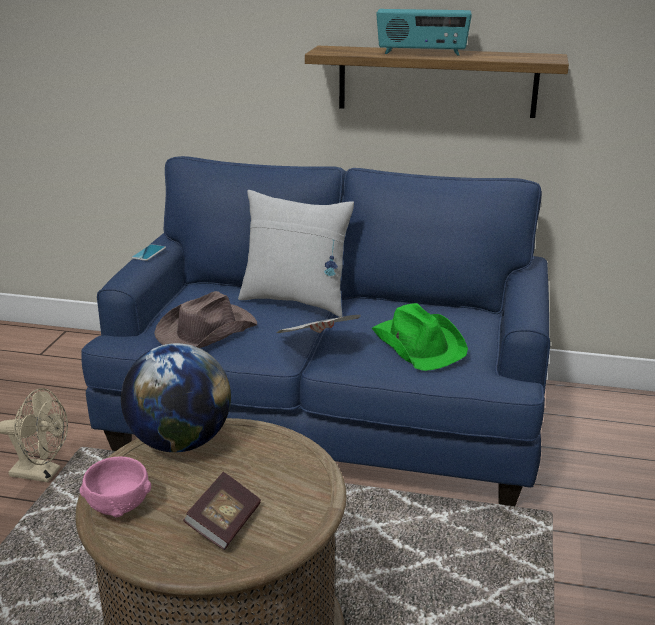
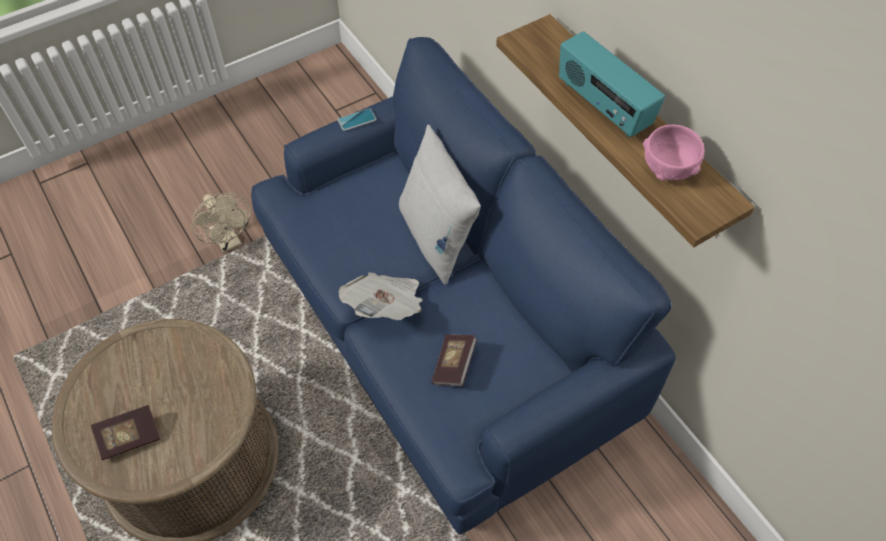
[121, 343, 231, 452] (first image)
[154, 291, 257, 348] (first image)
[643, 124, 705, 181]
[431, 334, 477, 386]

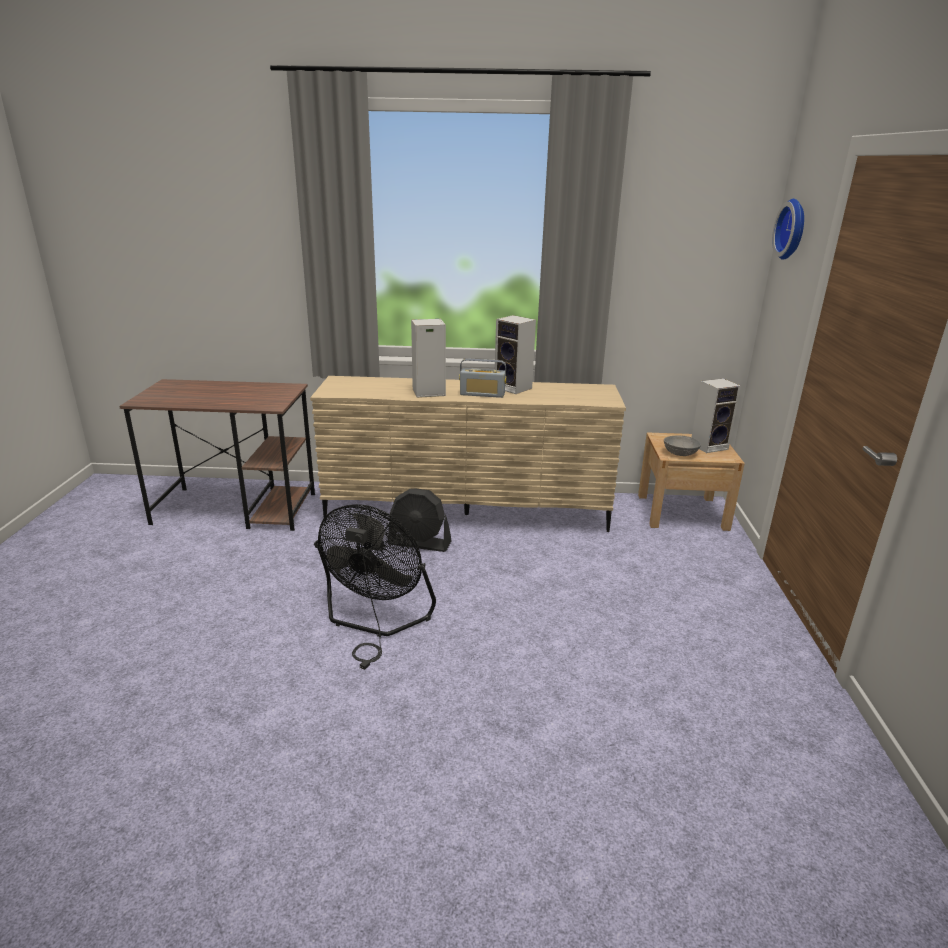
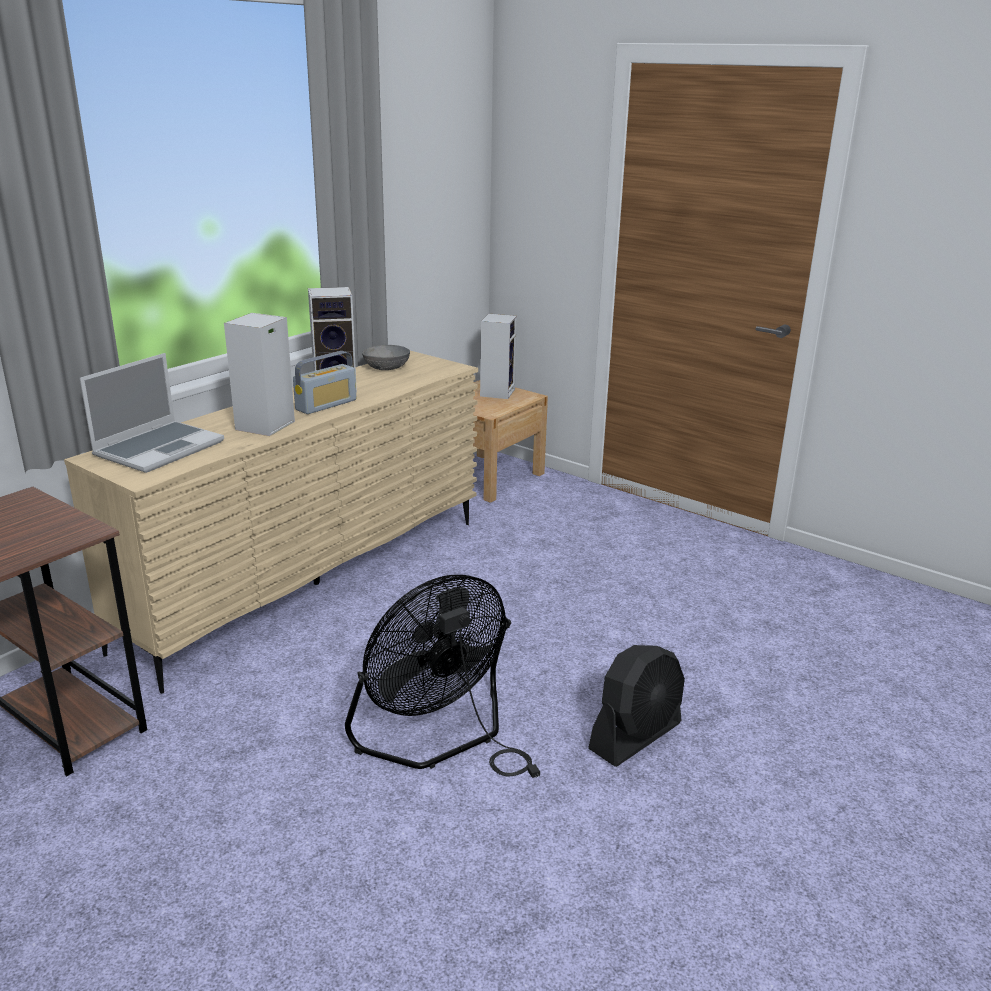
[772, 199, 804, 260] (first image)
[80, 353, 224, 473]
[588, 645, 685, 767]
[362, 345, 410, 370]

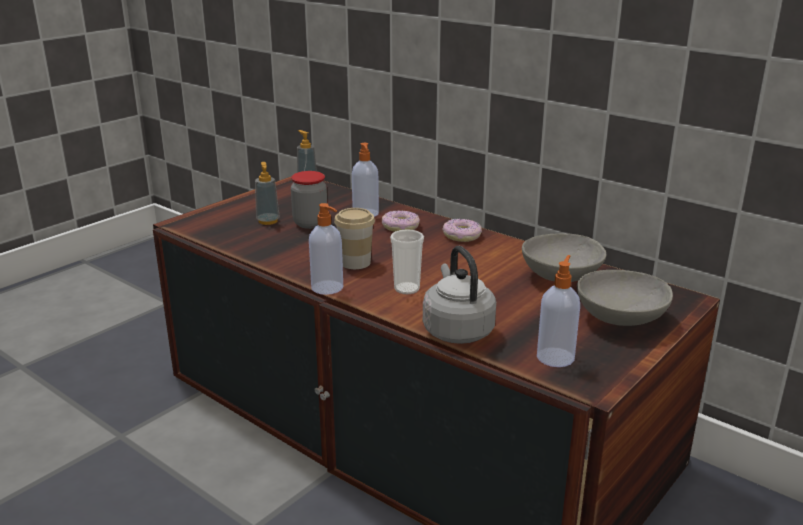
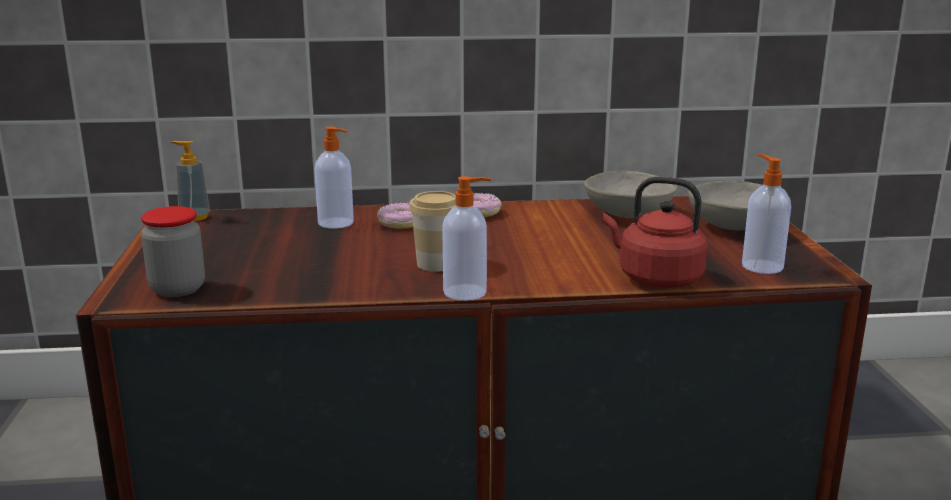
[255, 162, 280, 225] (first image)
[390, 229, 424, 294] (first image)
[141, 206, 205, 297]
[603, 177, 708, 288]

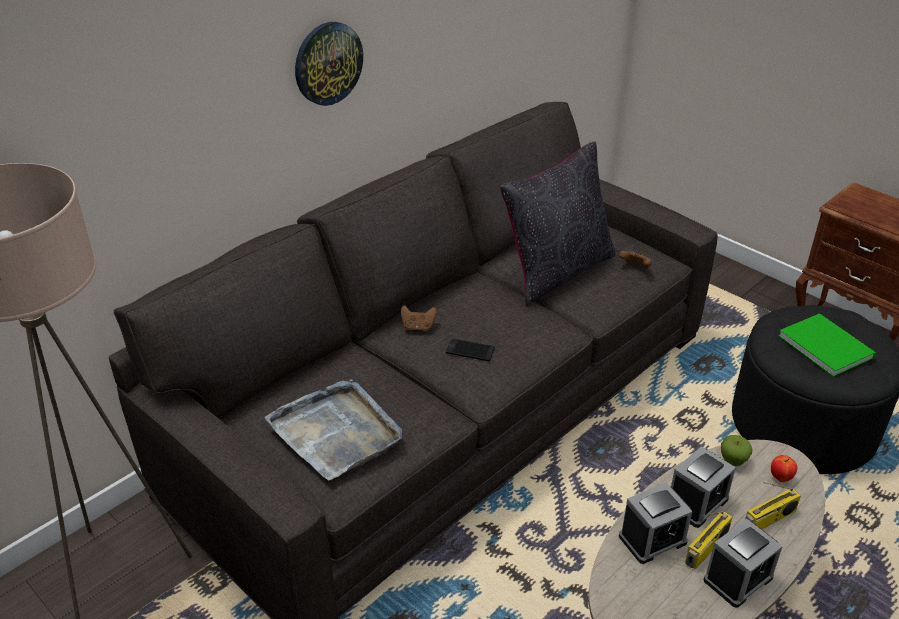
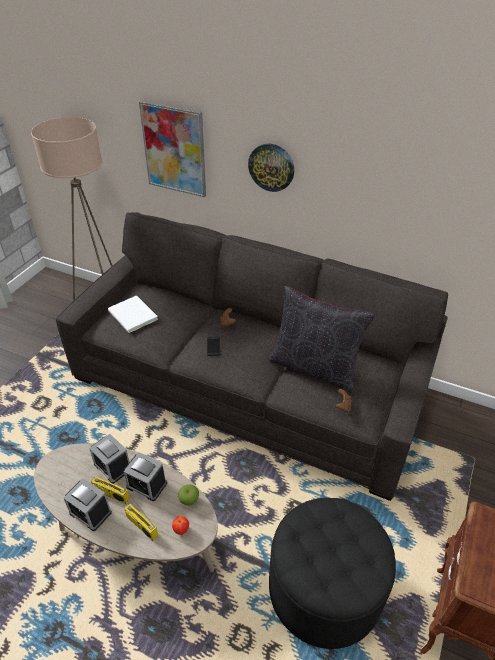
[778, 314, 876, 377] (first image)
[139, 101, 206, 197]
[108, 295, 158, 333]

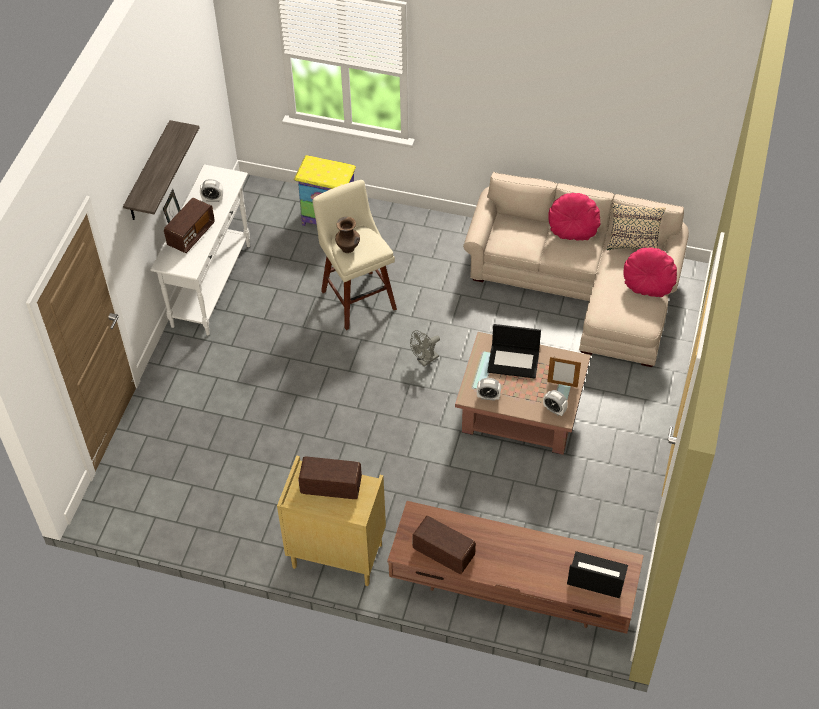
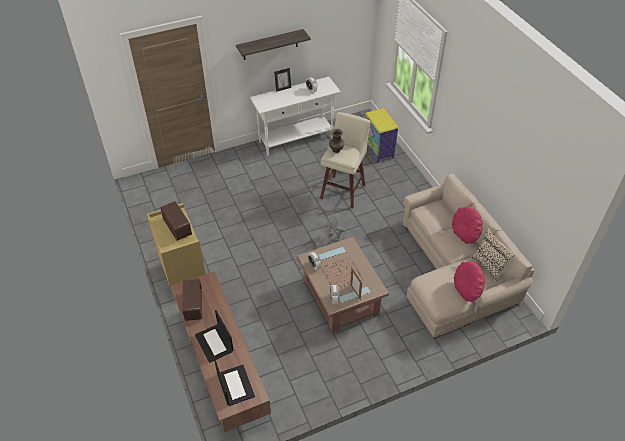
[164, 198, 215, 253] (first image)
[195, 310, 233, 363]

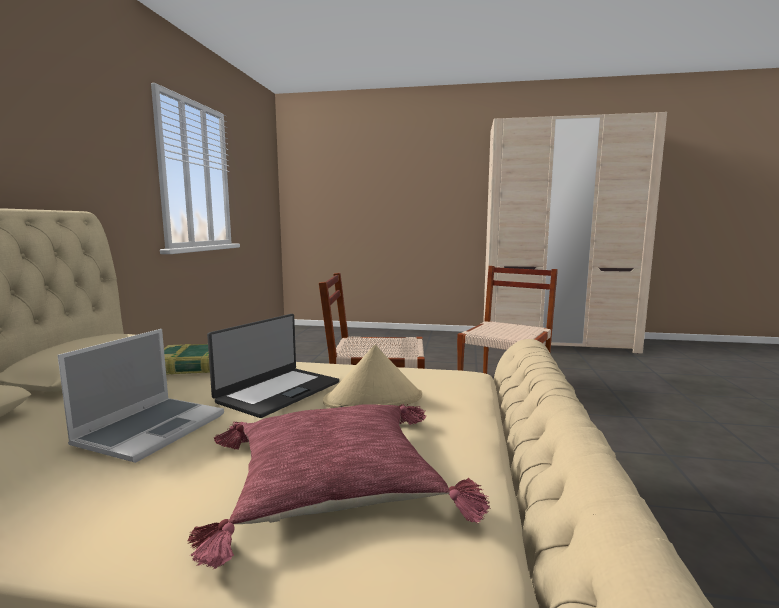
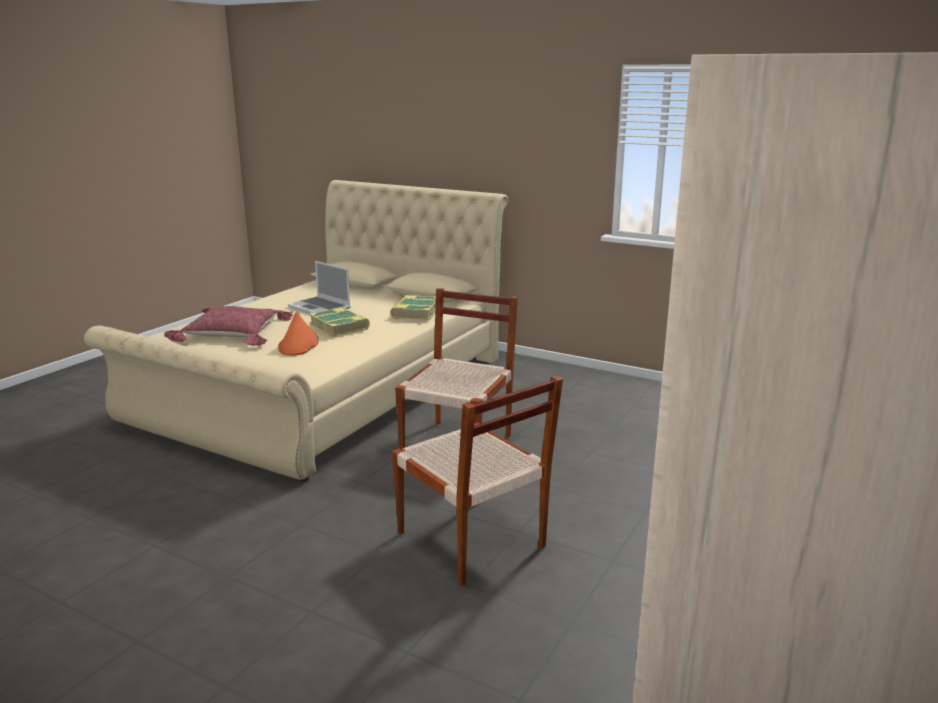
[309, 307, 370, 337]
[278, 311, 319, 356]

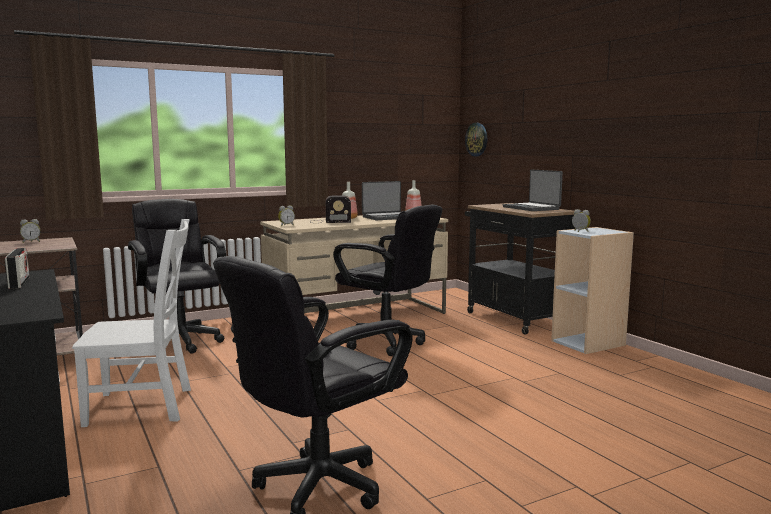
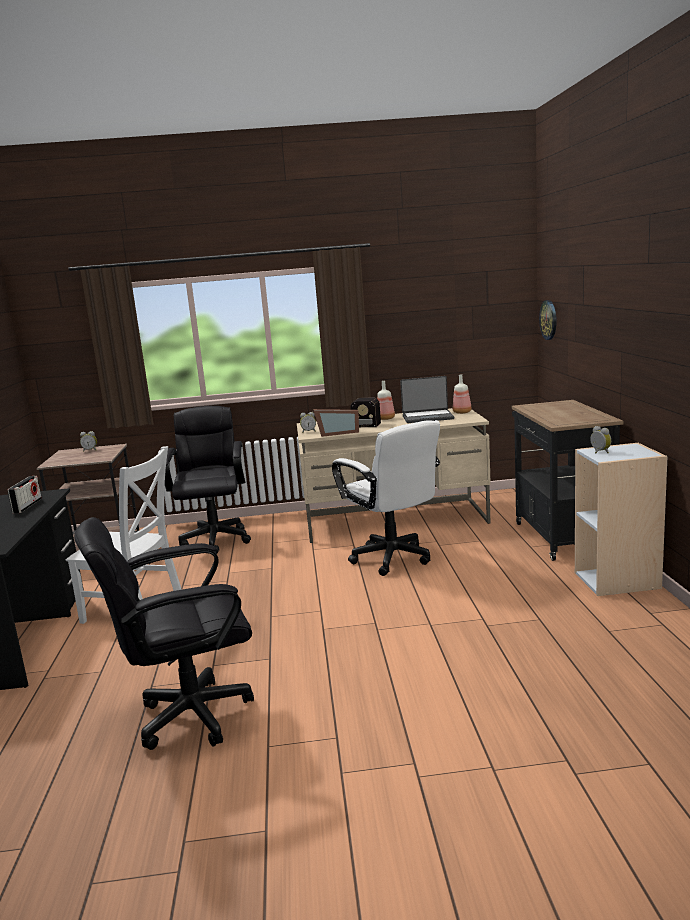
[503, 170, 563, 211] (first image)
[313, 409, 359, 437]
[332, 420, 440, 576]

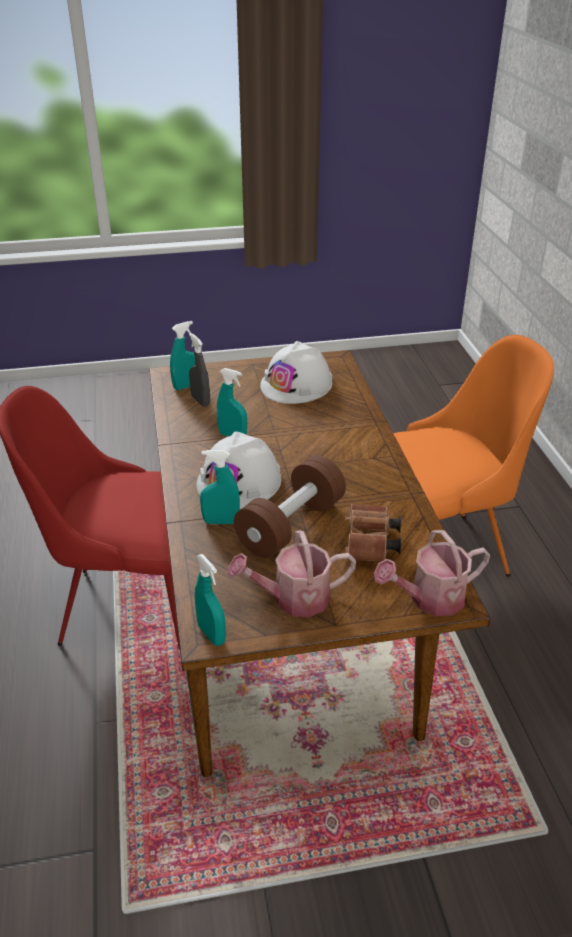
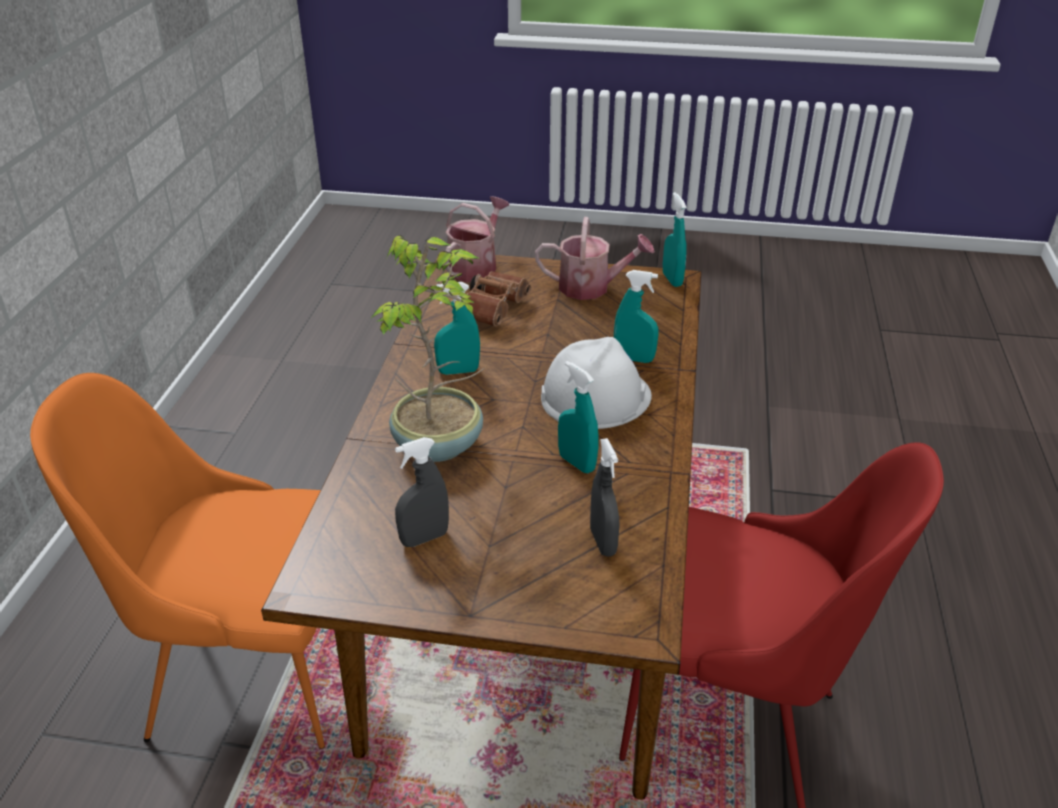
[234, 455, 346, 558] (first image)
[370, 235, 485, 462]
[434, 282, 480, 375]
[395, 437, 449, 547]
[444, 196, 509, 283]

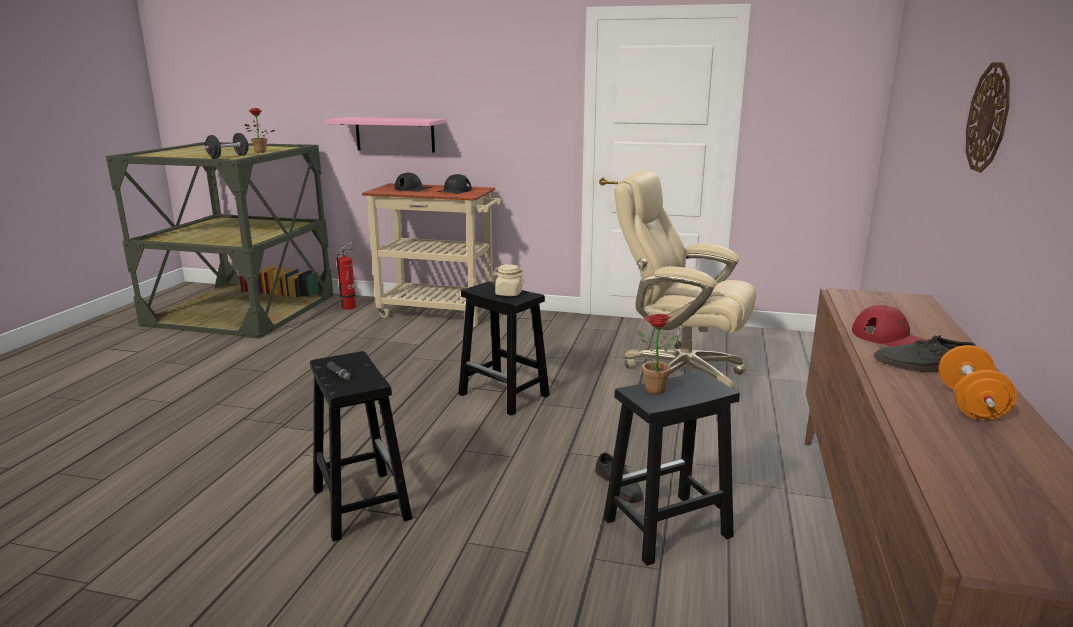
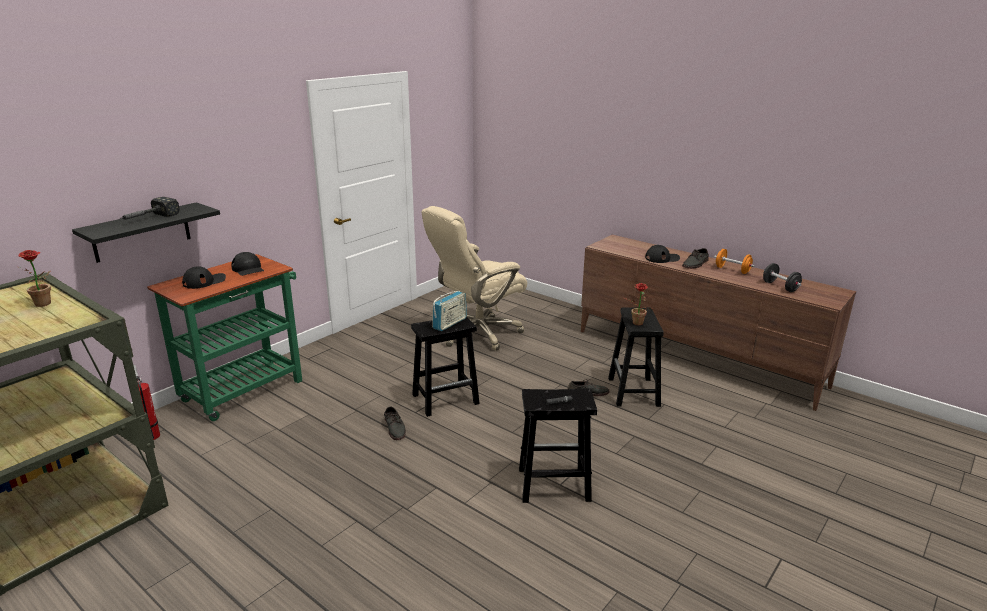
[966, 62, 1010, 173] (first image)
[120, 197, 180, 220]
[384, 406, 406, 440]
[763, 263, 802, 292]
[432, 291, 467, 331]
[72, 202, 220, 263]
[147, 254, 302, 421]
[645, 245, 680, 263]

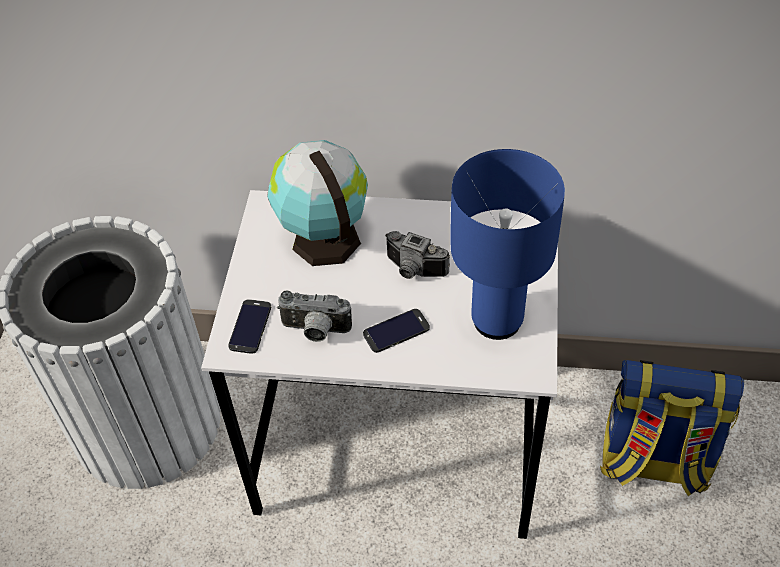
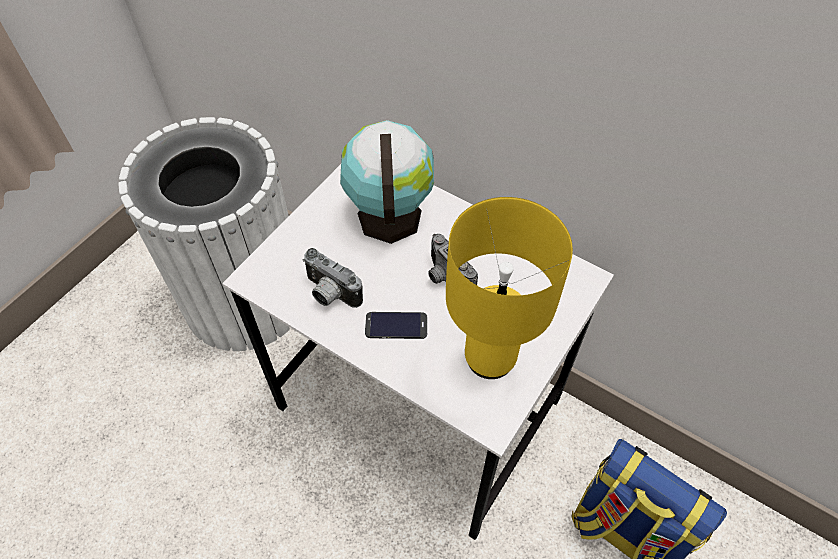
[228, 299, 271, 354] (first image)
[446, 197, 573, 379]

